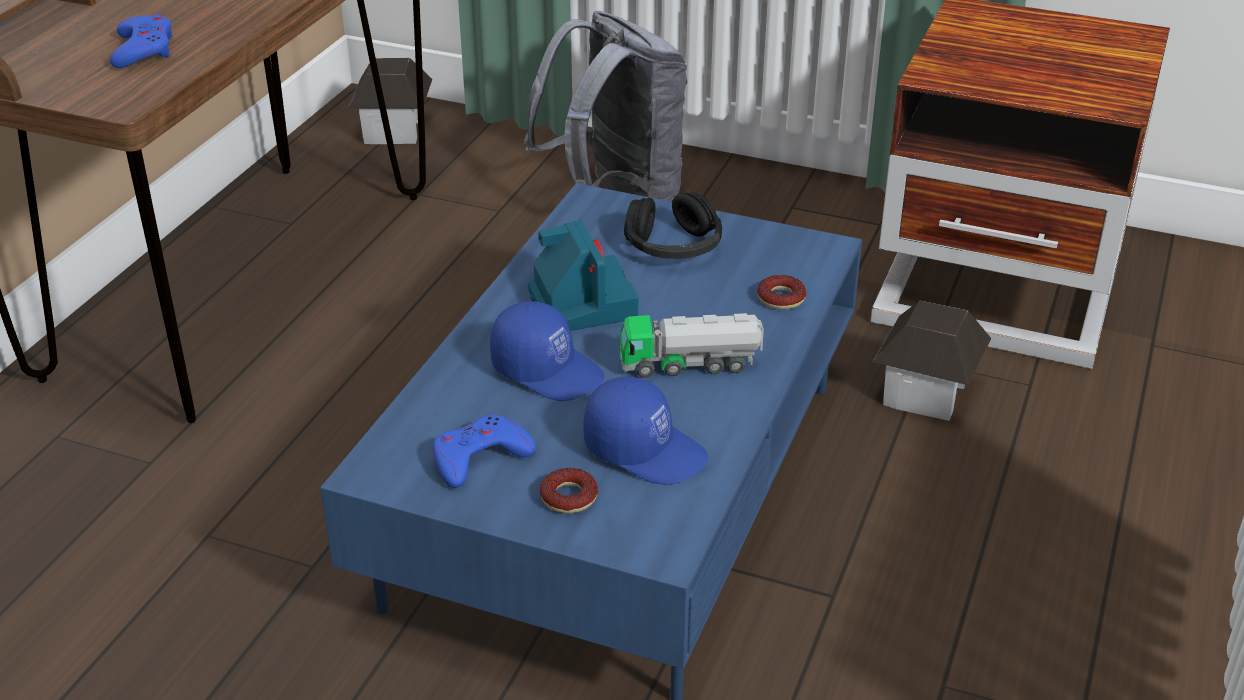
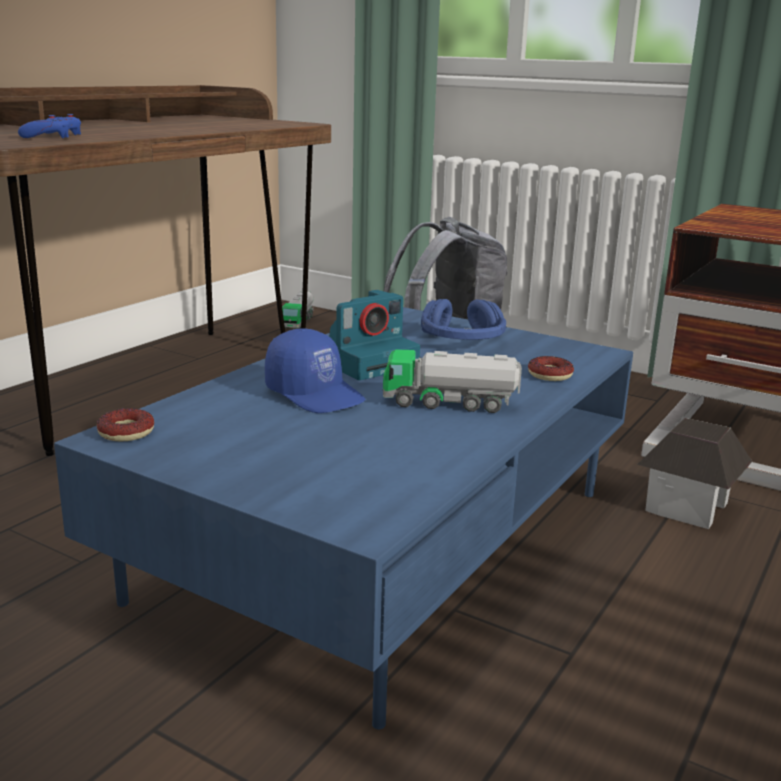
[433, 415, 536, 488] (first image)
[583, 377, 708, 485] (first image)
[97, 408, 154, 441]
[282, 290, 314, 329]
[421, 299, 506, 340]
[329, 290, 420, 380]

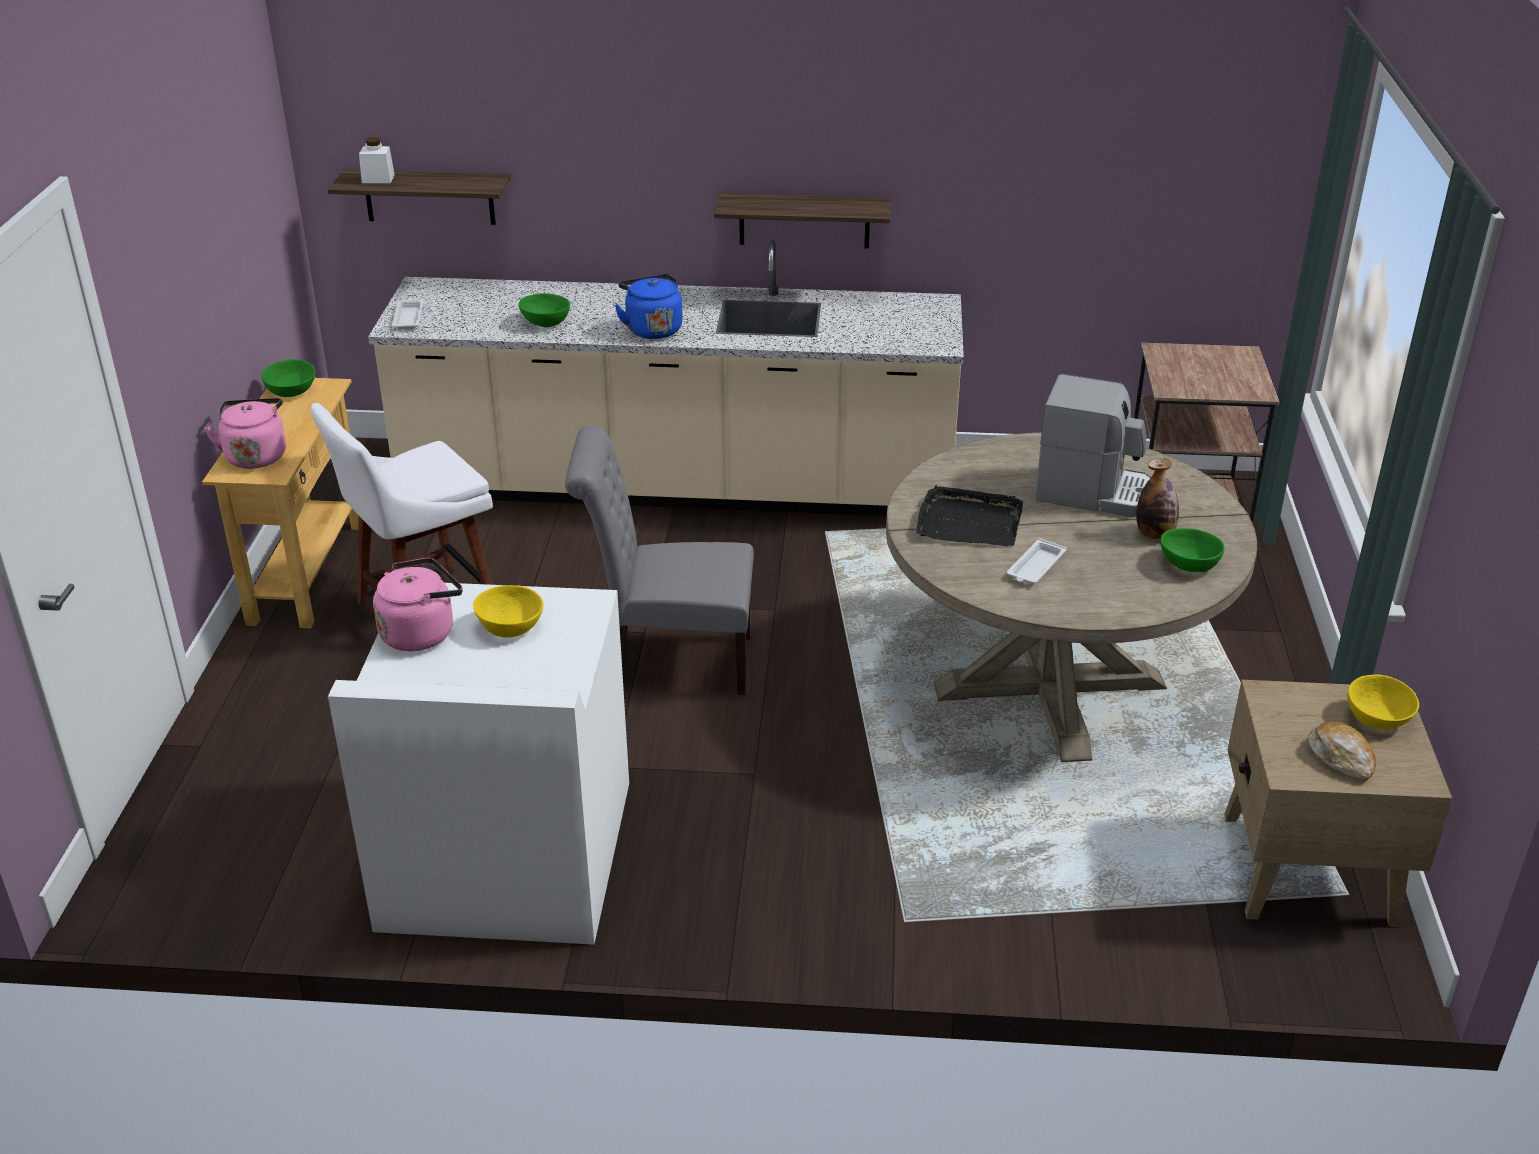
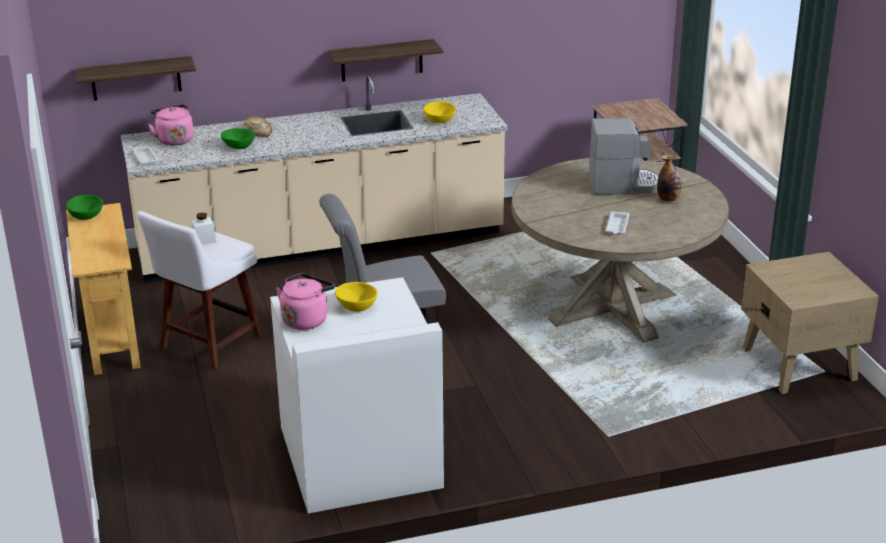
[615, 274, 683, 339] (first image)
[916, 485, 1023, 546] (first image)
[1160, 528, 1225, 572] (first image)
[148, 104, 193, 146]
[191, 213, 216, 245]
[242, 116, 272, 137]
[424, 101, 456, 123]

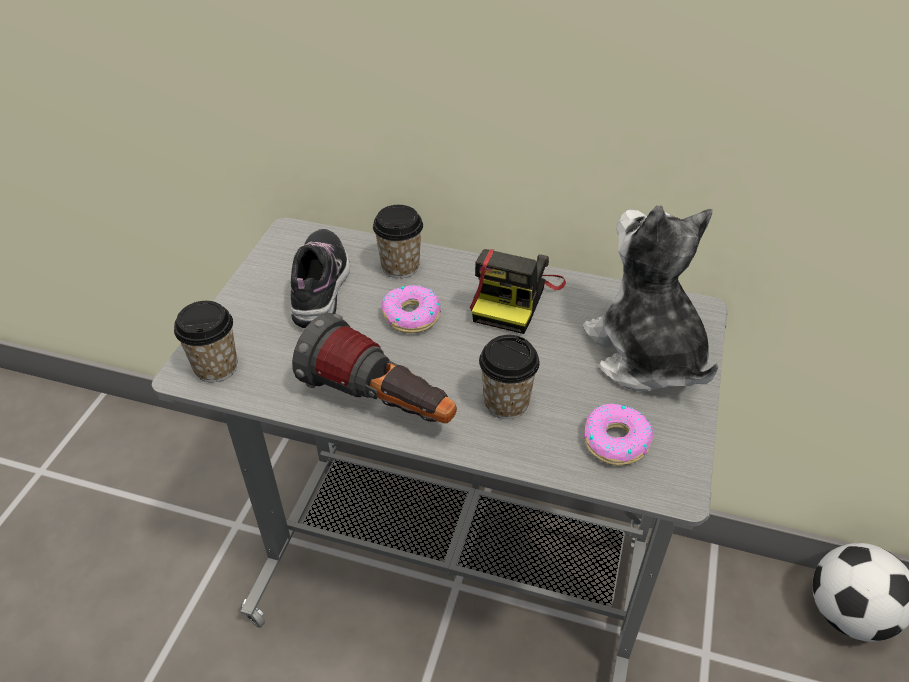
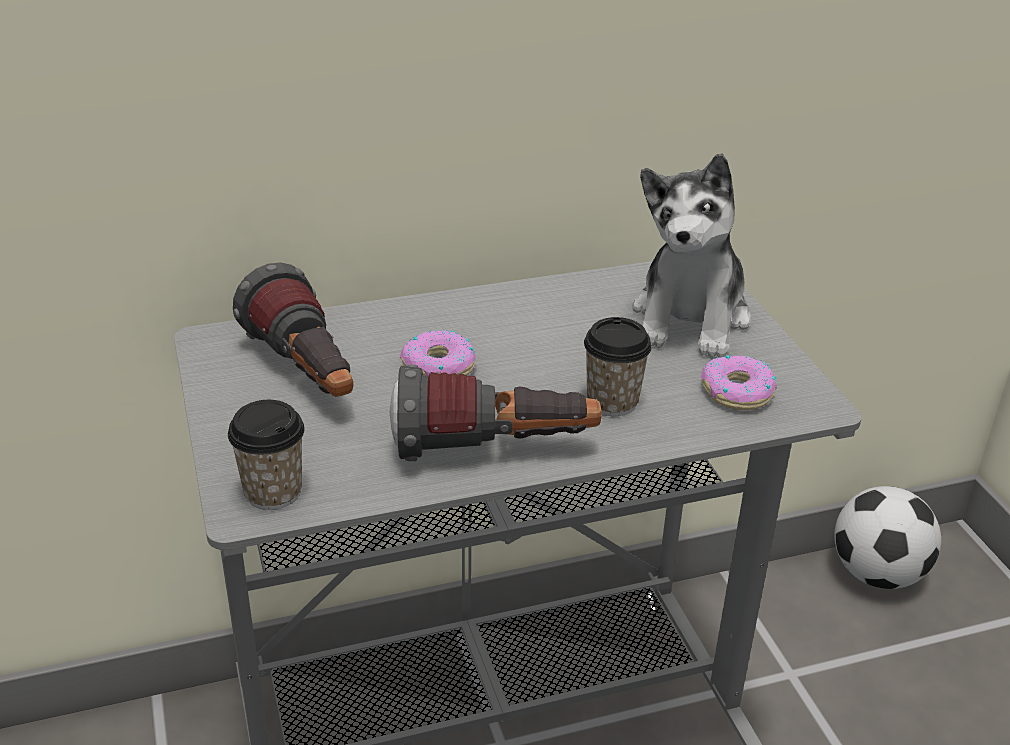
[373, 205, 423, 278] (first image)
[470, 249, 566, 334] (first image)
[233, 262, 353, 397]
[632, 153, 751, 357]

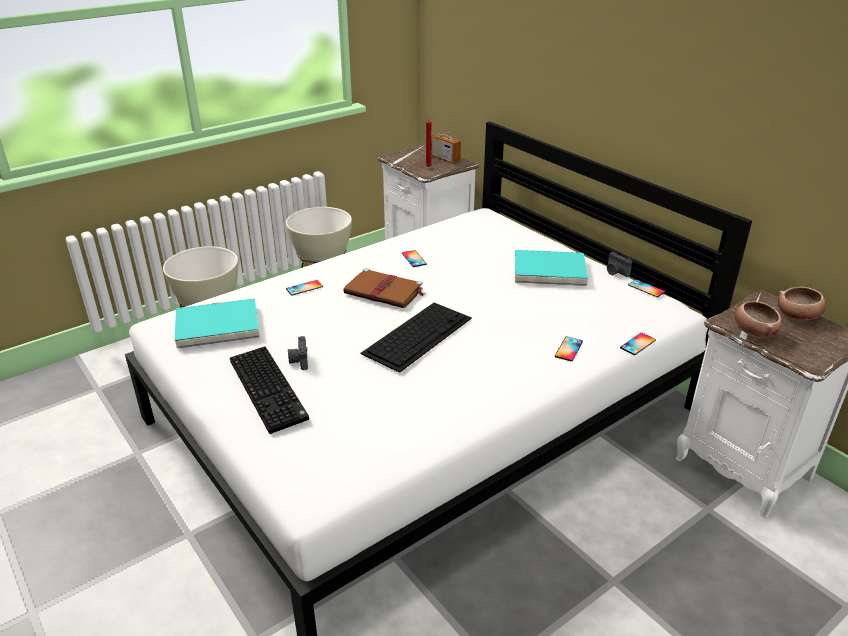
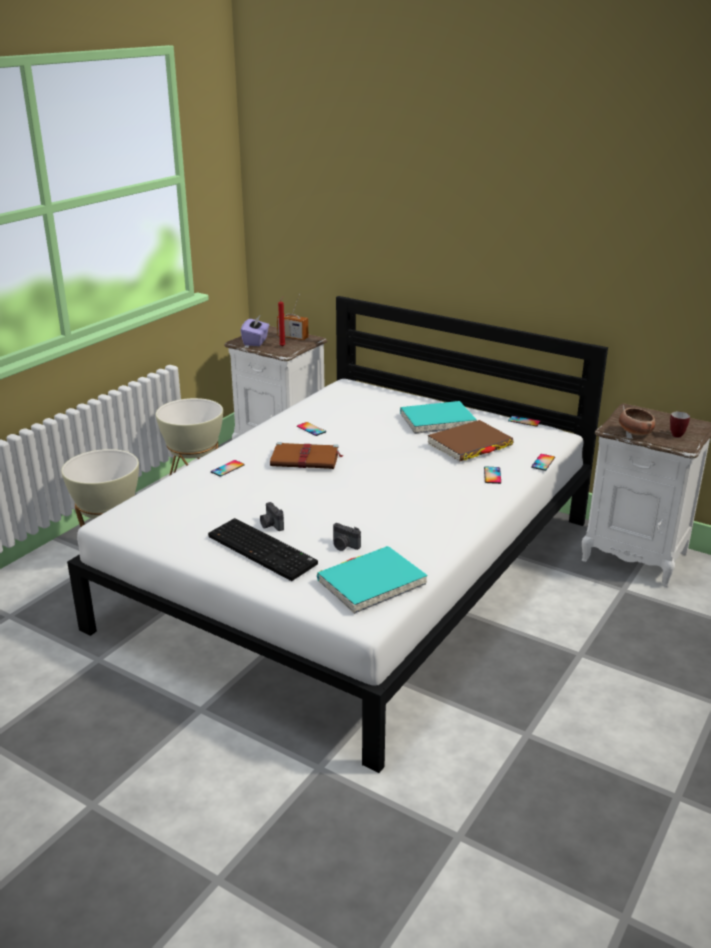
[360, 303, 472, 373] (first image)
[778, 287, 826, 321] (first image)
[241, 314, 269, 346]
[428, 420, 514, 461]
[670, 412, 690, 438]
[317, 546, 428, 614]
[333, 523, 361, 551]

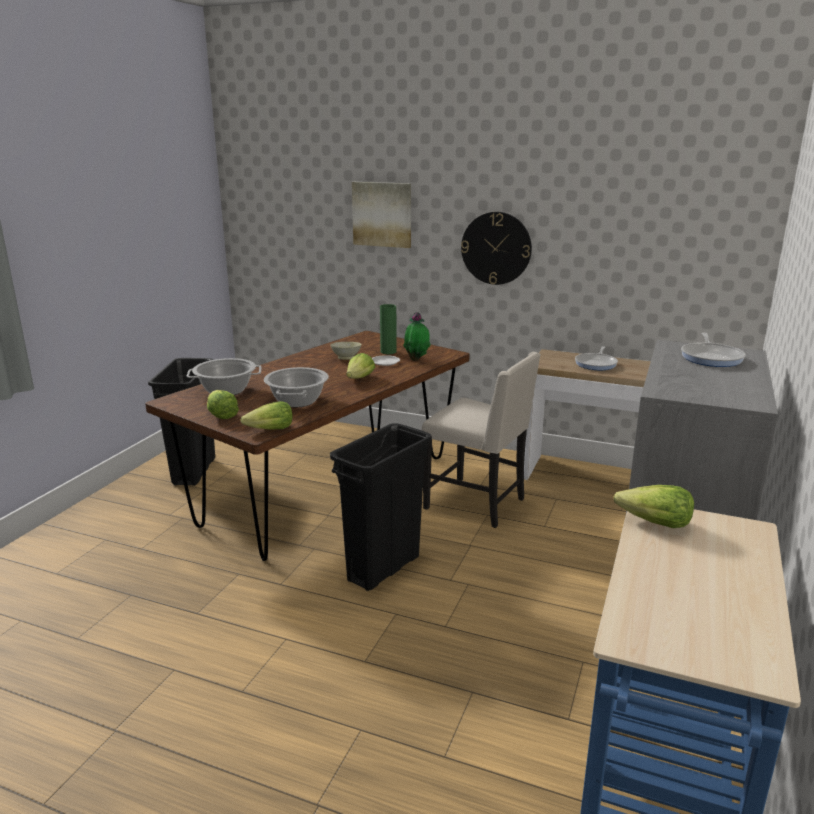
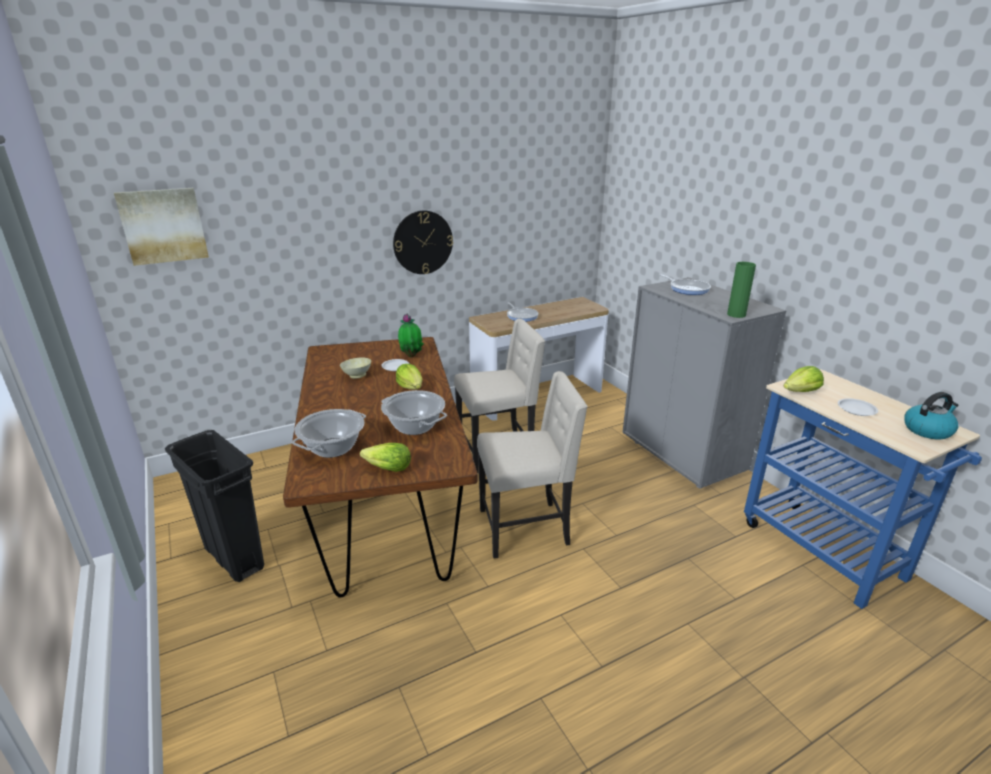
[240, 401, 293, 430] (first image)
[838, 398, 878, 416]
[904, 392, 959, 440]
[114, 188, 209, 266]
[727, 262, 756, 318]
[477, 371, 588, 559]

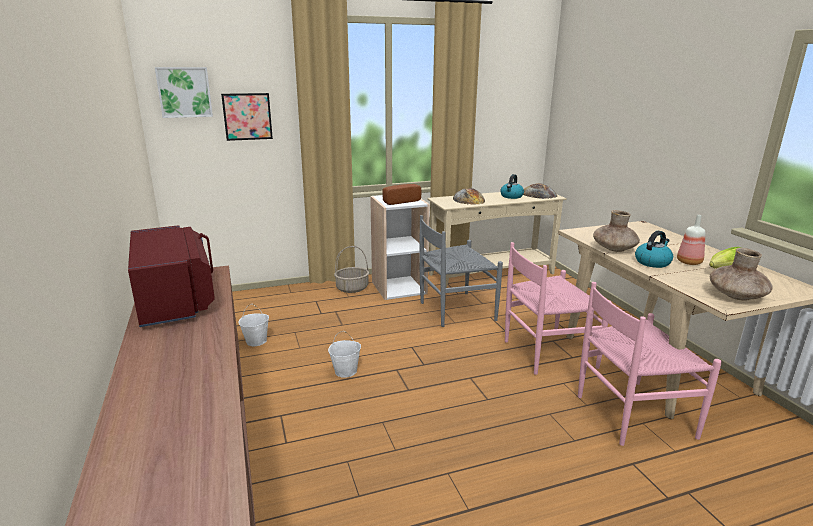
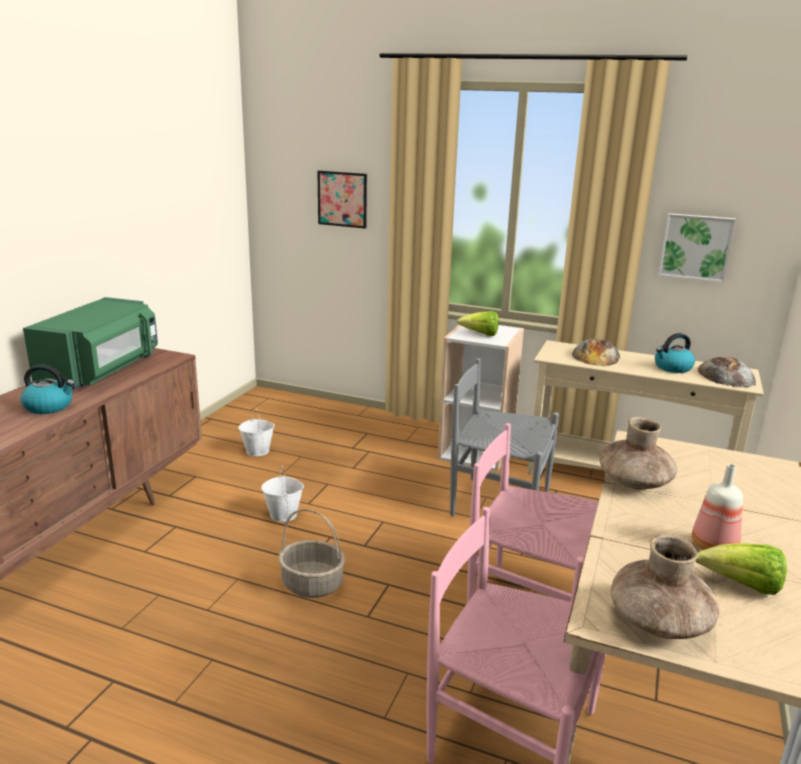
[658, 213, 736, 282]
[279, 509, 345, 598]
[20, 365, 75, 414]
[457, 311, 499, 336]
[23, 297, 158, 389]

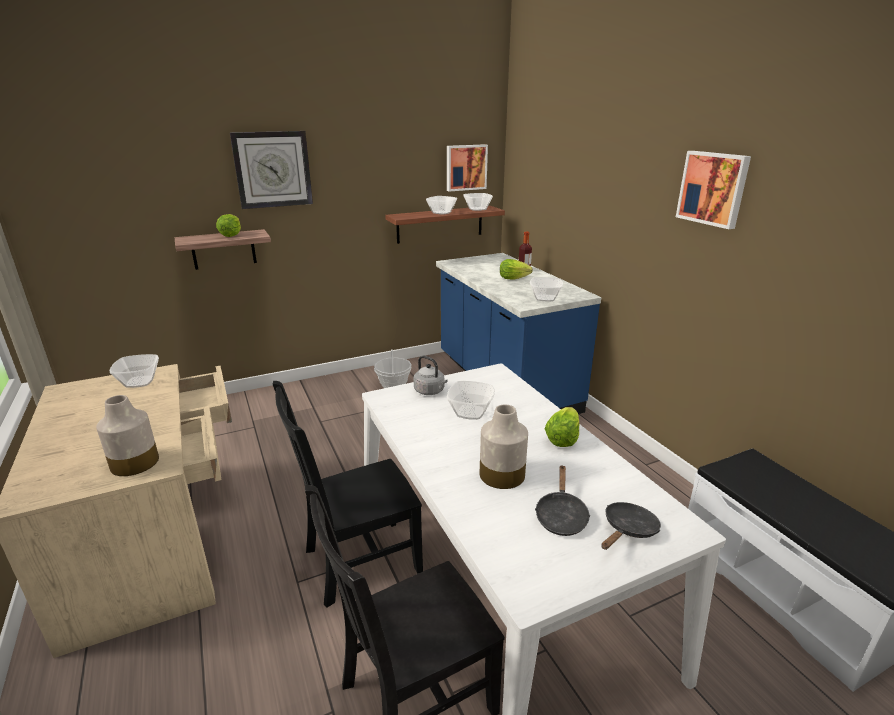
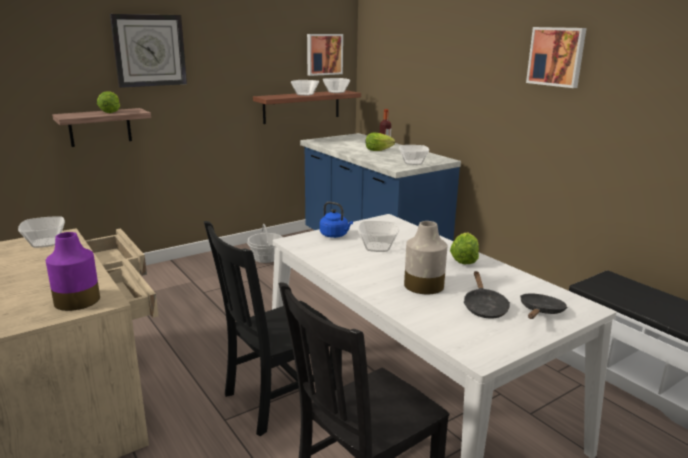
[46, 232, 100, 311]
[320, 202, 353, 238]

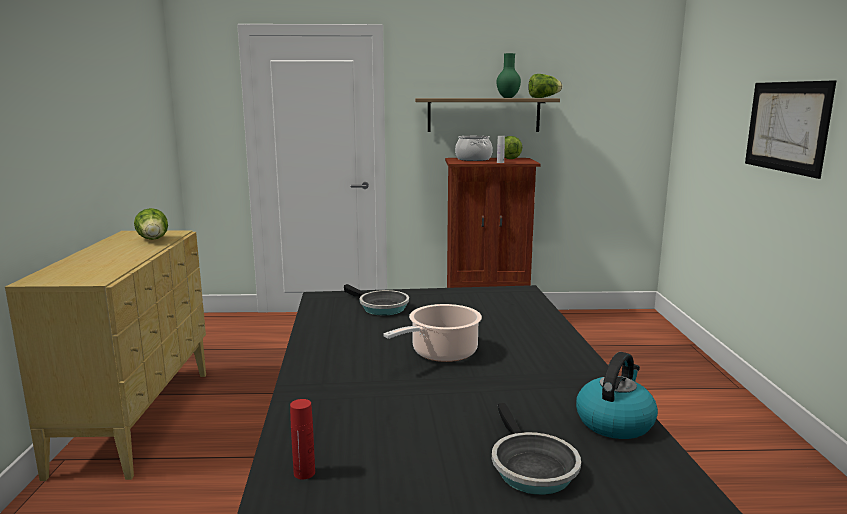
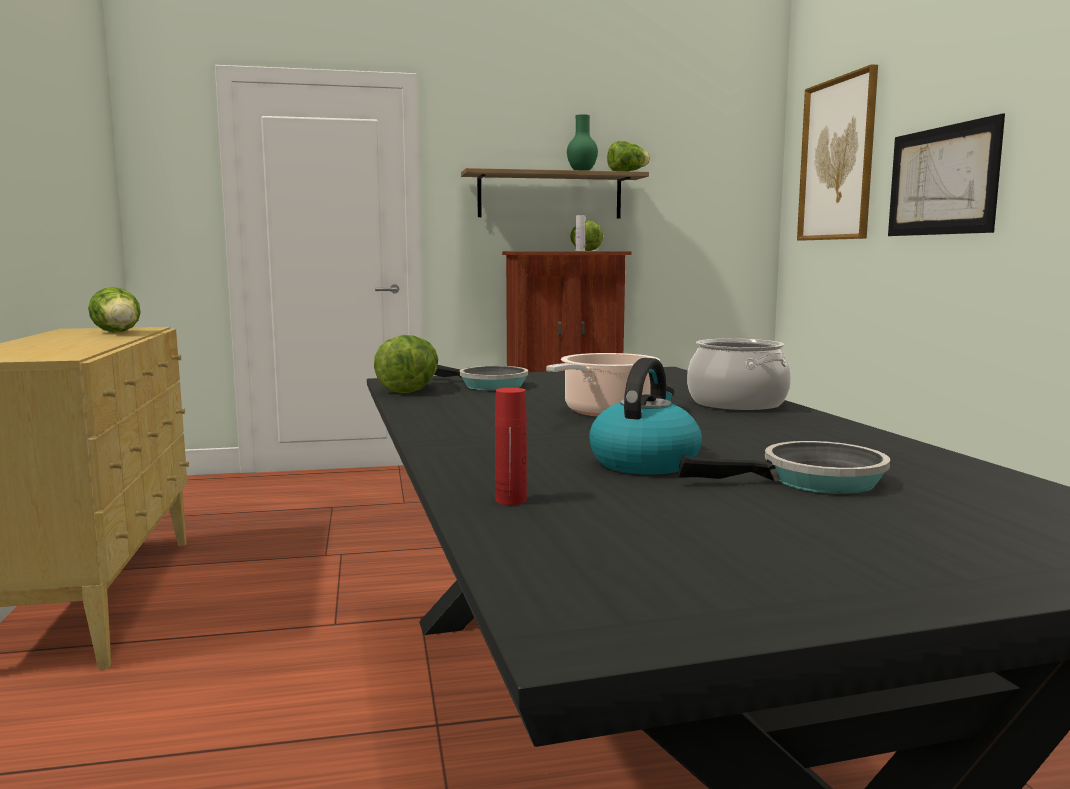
[374, 335, 438, 394]
[797, 64, 878, 240]
[687, 339, 791, 411]
[589, 358, 702, 475]
[678, 441, 890, 494]

